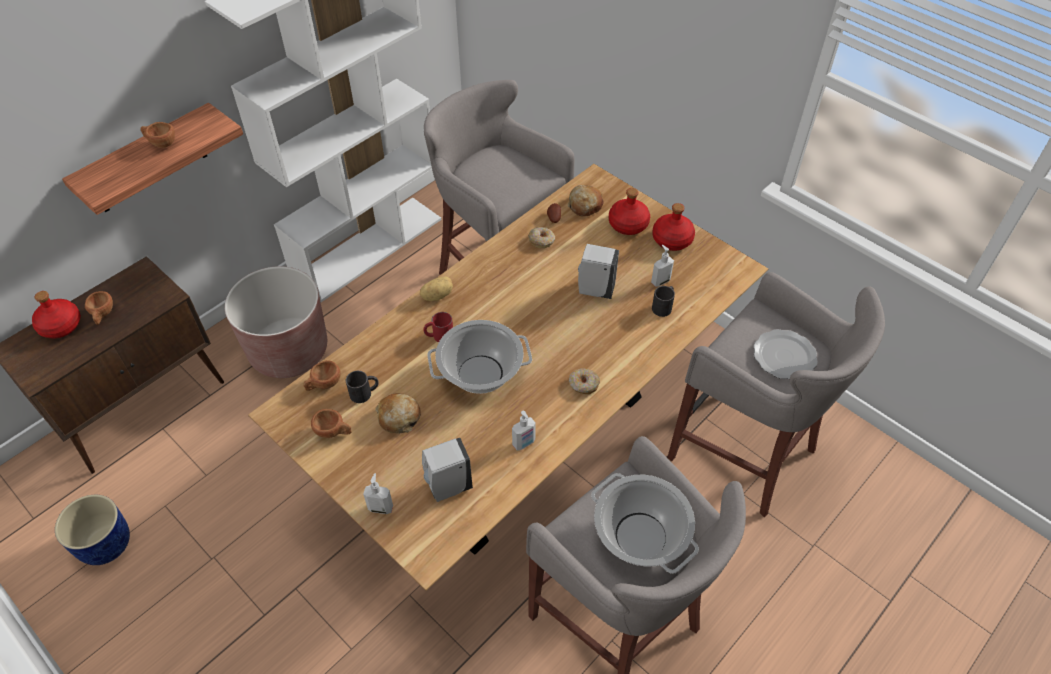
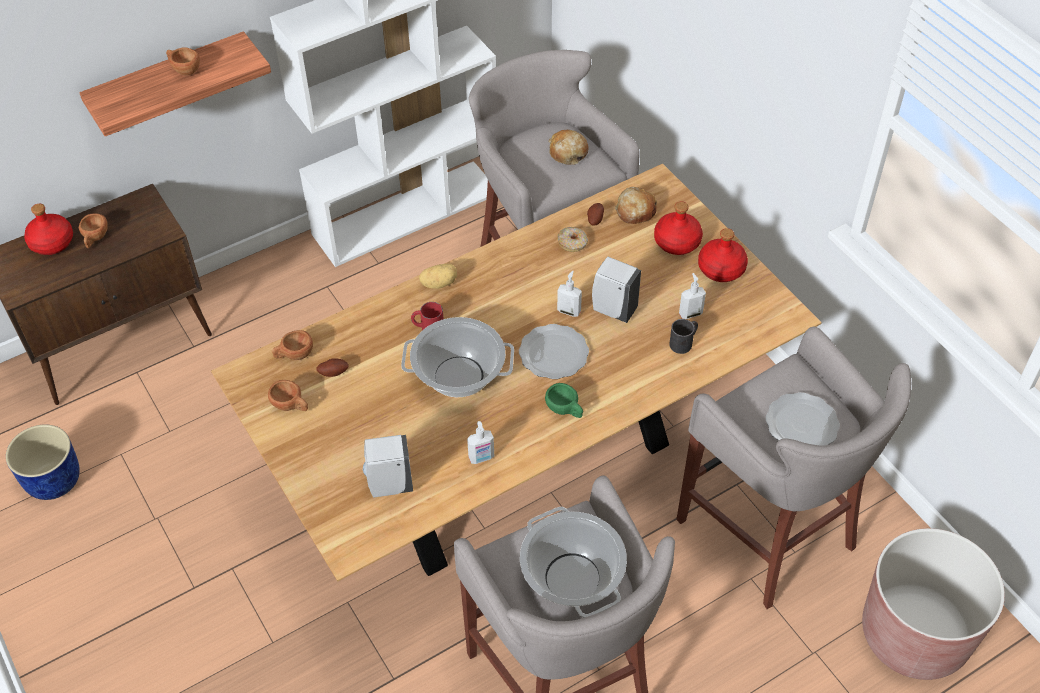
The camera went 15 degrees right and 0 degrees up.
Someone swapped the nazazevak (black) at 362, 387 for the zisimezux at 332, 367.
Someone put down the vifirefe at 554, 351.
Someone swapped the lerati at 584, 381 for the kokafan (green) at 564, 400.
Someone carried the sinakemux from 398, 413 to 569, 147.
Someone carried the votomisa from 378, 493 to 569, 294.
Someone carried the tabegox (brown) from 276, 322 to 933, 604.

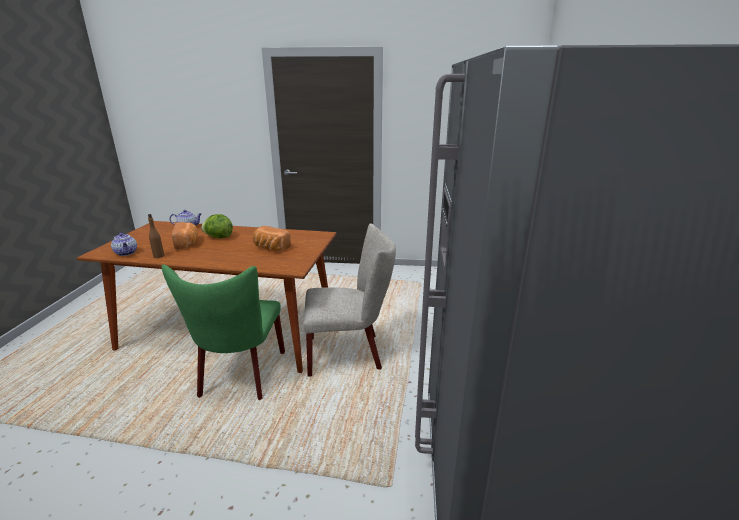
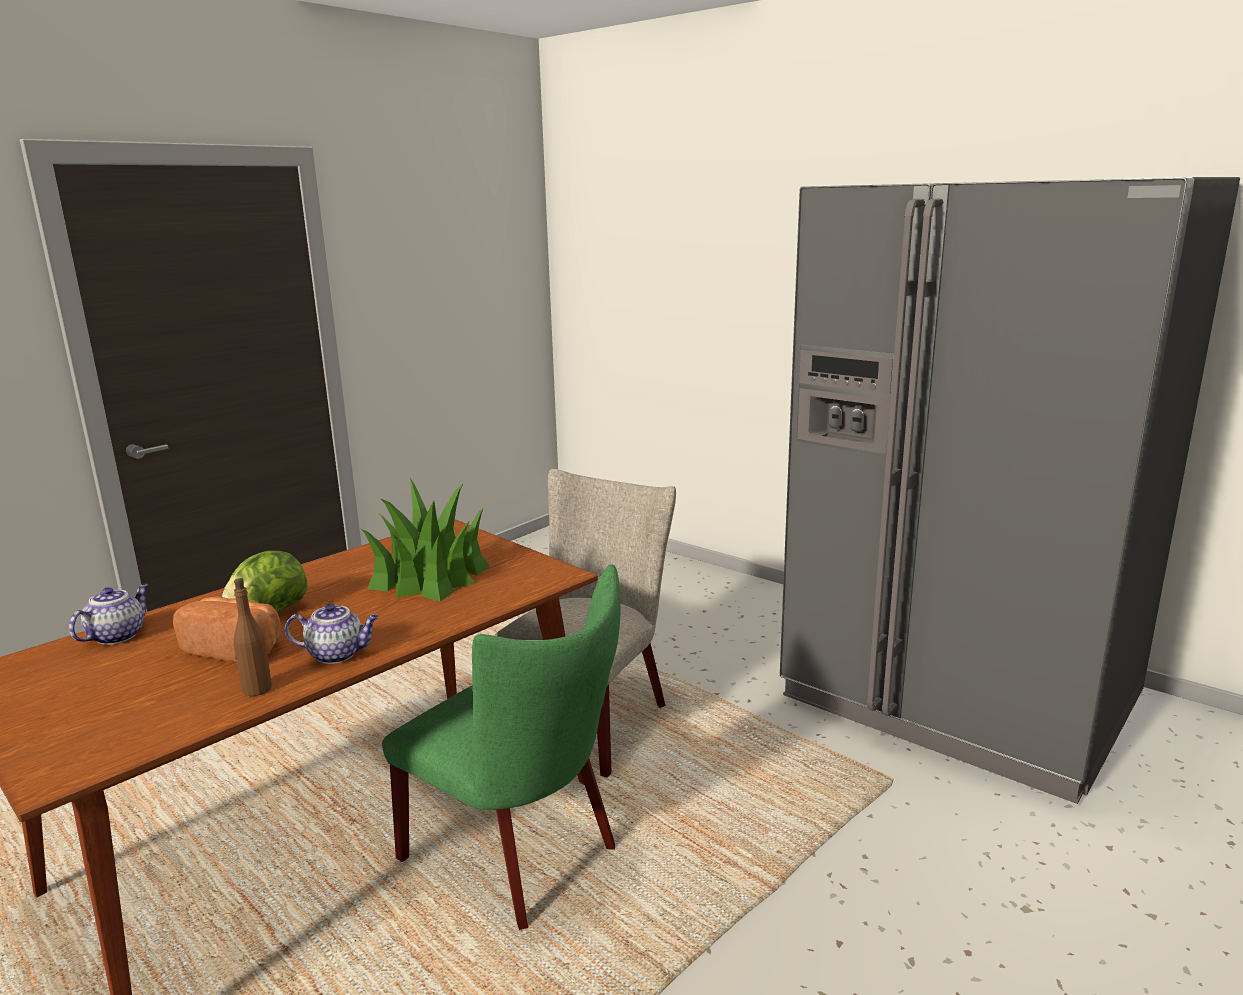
The camera went 55 degrees left and 5 degrees down.
Someone carried the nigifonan from 124, 244 to 332, 633.
Someone swapped the sinakemux at 272, 238 for the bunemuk at 425, 539.

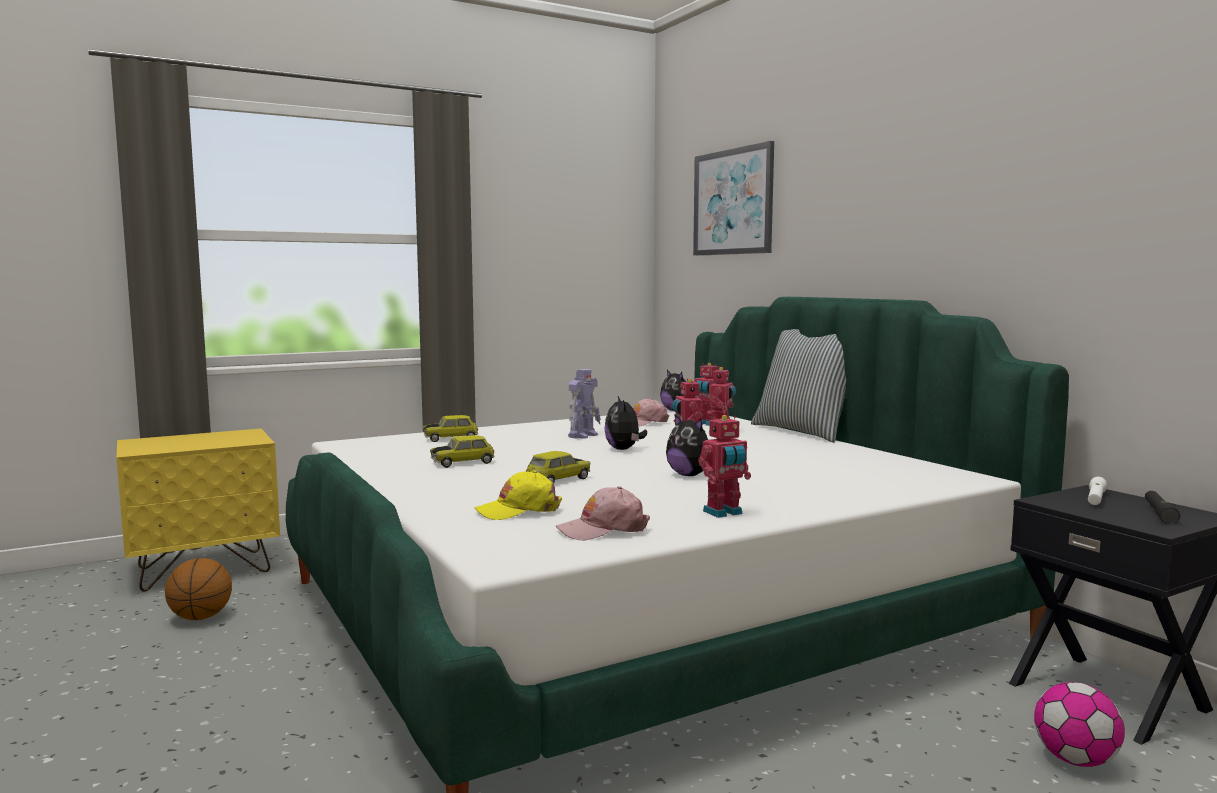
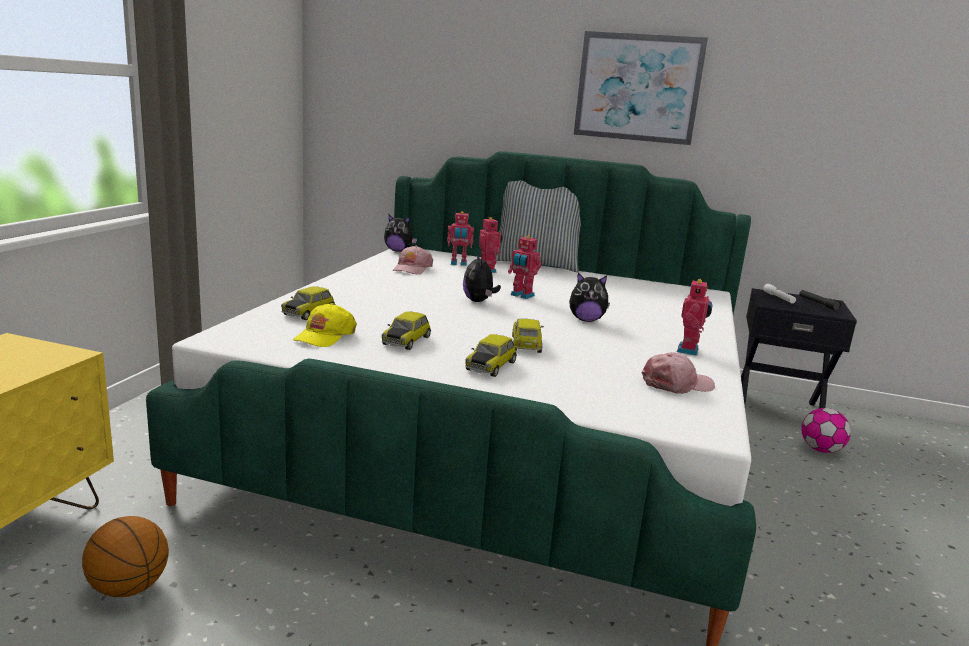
The camera went 45 degrees left and 10 degrees up.
Someone carried the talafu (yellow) from 518, 495 to 325, 325.
Someone rotated the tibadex at 626, 423 by 45 degrees clockwise.
Someone put down the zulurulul at 491, 355.
Someone carried the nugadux from 733, 198 to 641, 88.
Someone rotated the talafu (pink) at 603, 513 by 135 degrees counterclockwise.
Someone took away the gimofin at 584, 404.

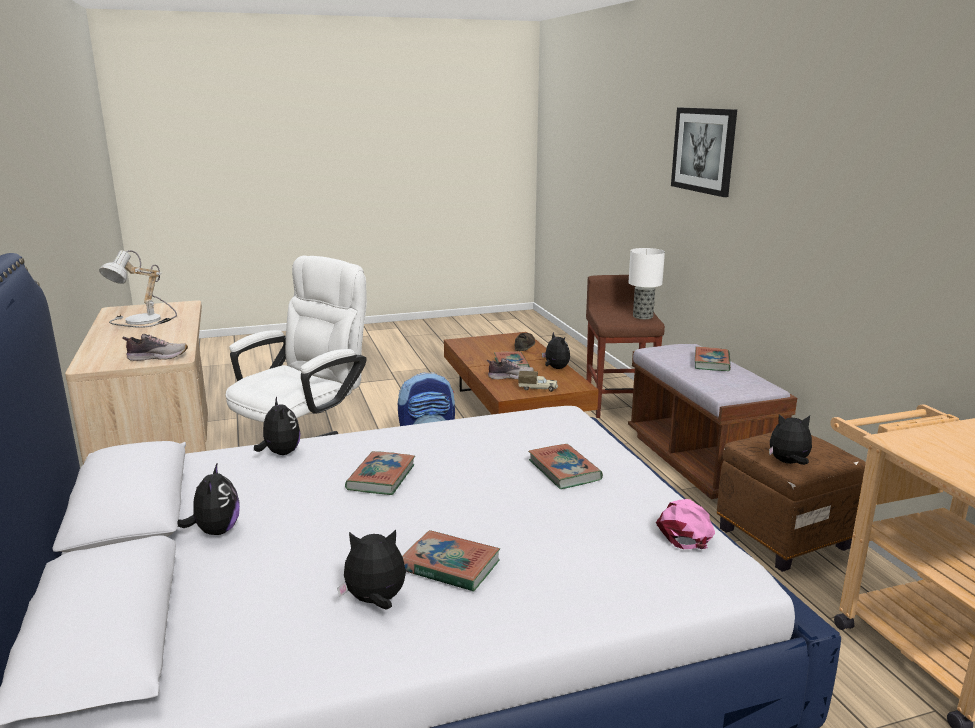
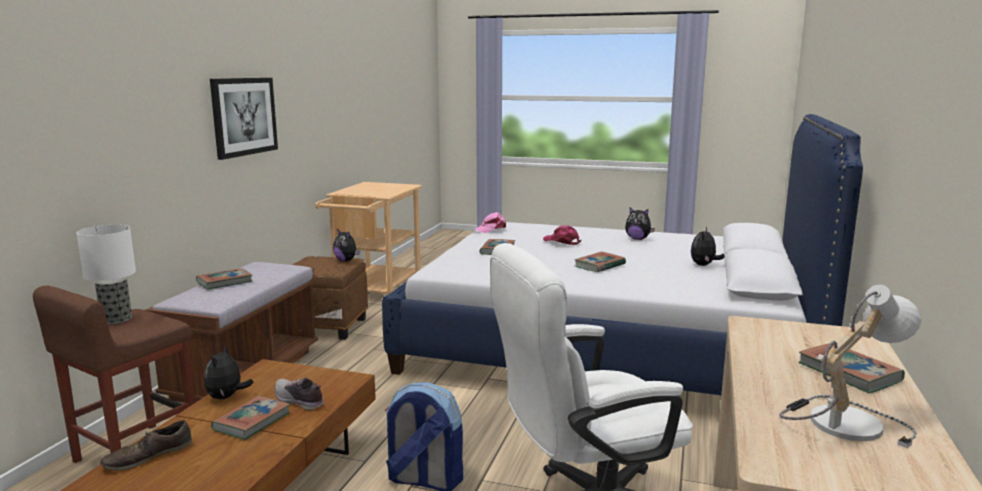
The camera went 145 degrees left and 5 degrees down.
Someone carried the nugadux from 704, 152 to 244, 119.
Someone put down the talafu (pink) at 562, 235.
Someone carried the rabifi from 451, 561 to 852, 368.
Someone took away the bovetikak at 155, 347.
Someone took away the tibadex at 277, 426.
Someone took away the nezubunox at 538, 381.

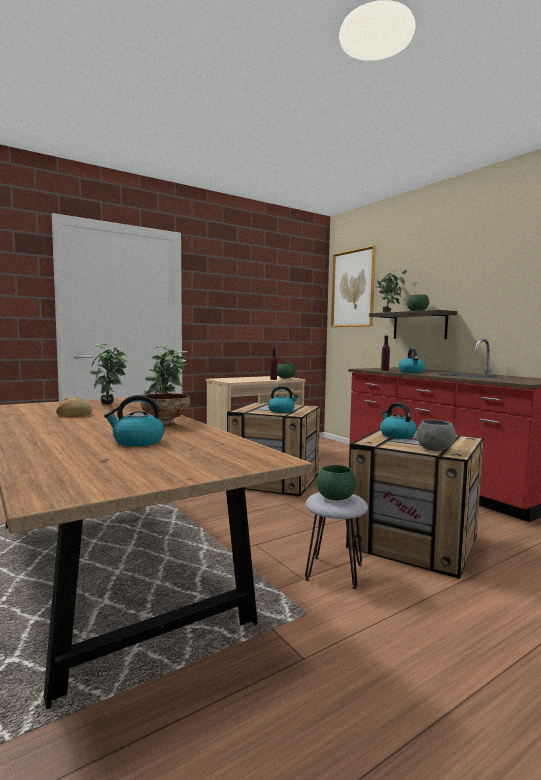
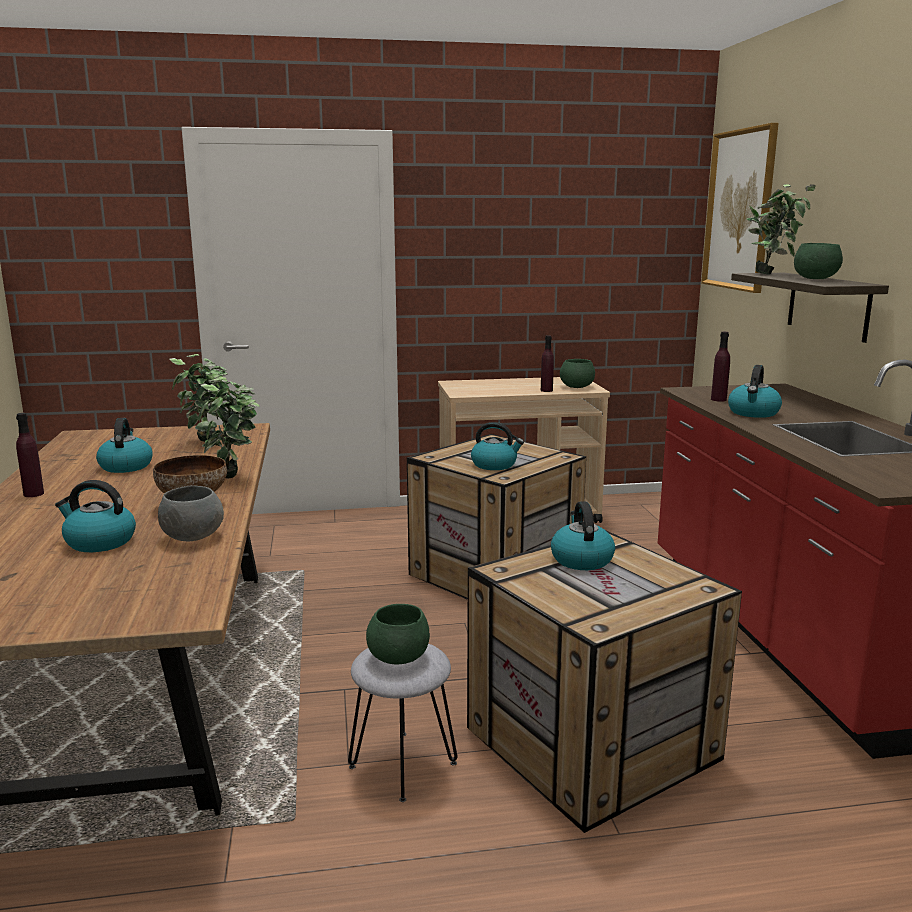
The camera went 25 degrees right and 10 degrees up.
Someone put down the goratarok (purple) at 30, 455.
Someone swapped the sinakemux at 74, 406 for the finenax at 124, 445.
Someone carried the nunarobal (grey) from 436, 435 to 191, 513.

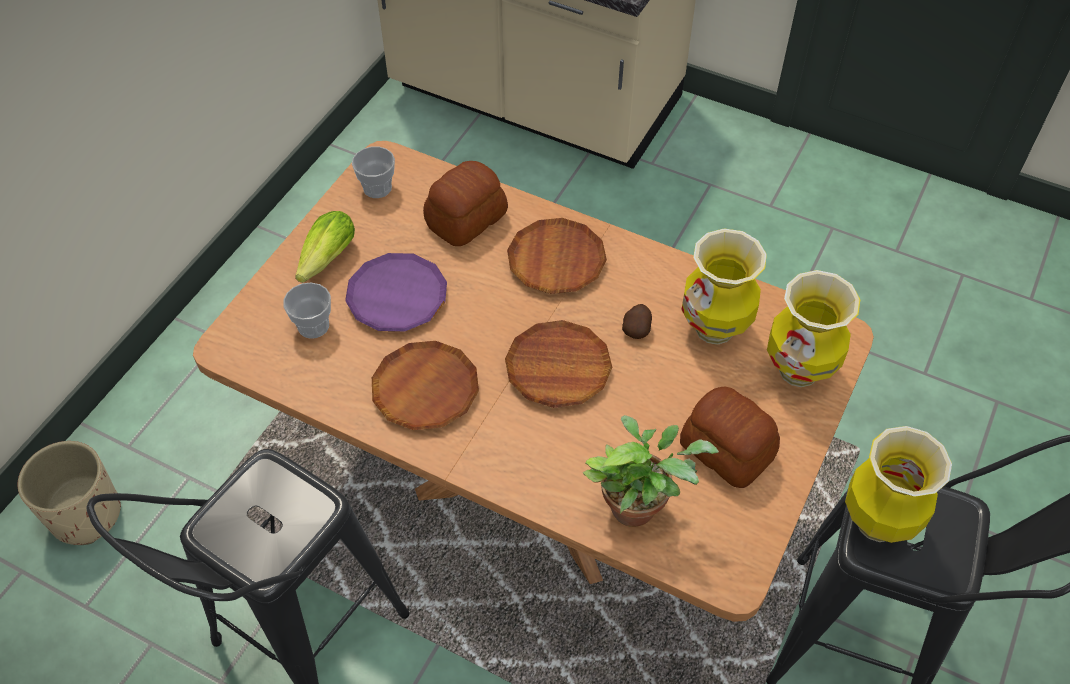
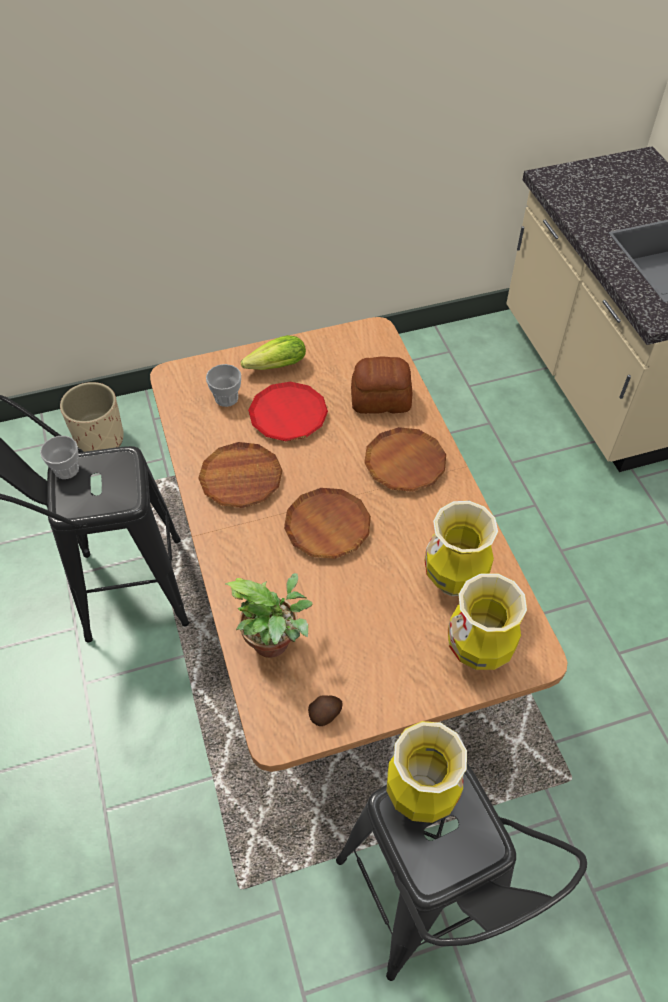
The camera went 45 degrees right and 0 degrees up.
Someone carried the kokafan from 373, 172 to 59, 457.
Someone repainted the vifirefe (purple) at 396, 292, which became the vifirefe (red) at 288, 411.
Someone carried the zisimezux from 637, 321 to 325, 710.
Someone took away the sinakemux at 730, 437.

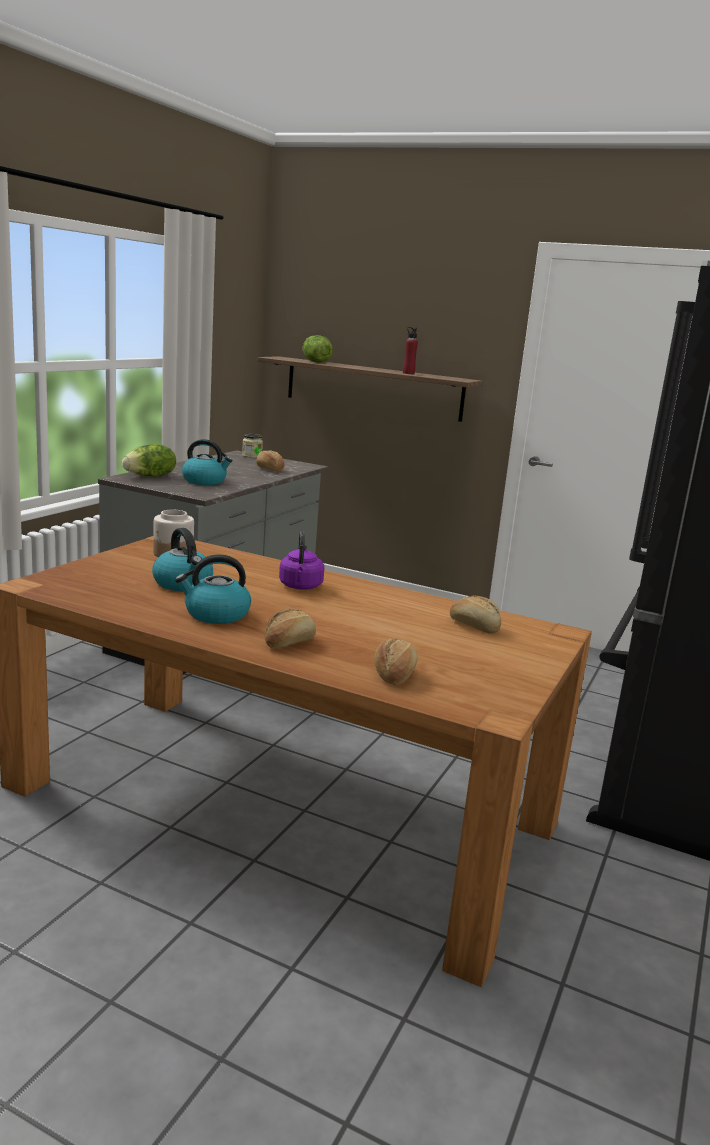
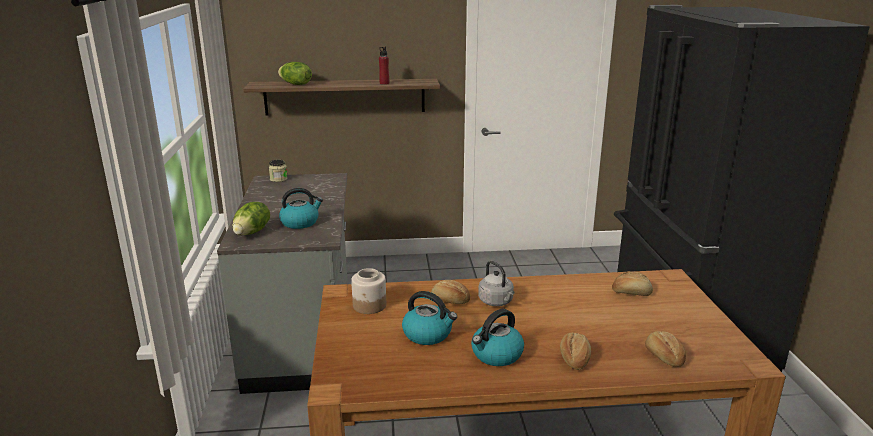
The camera went 30 degrees left and 5 degrees up.
Someone carried the sinakemux from 270, 461 to 450, 292.
Someone repainted the finenax (purple) at 302, 560, which became the finenax (grey) at 496, 283.

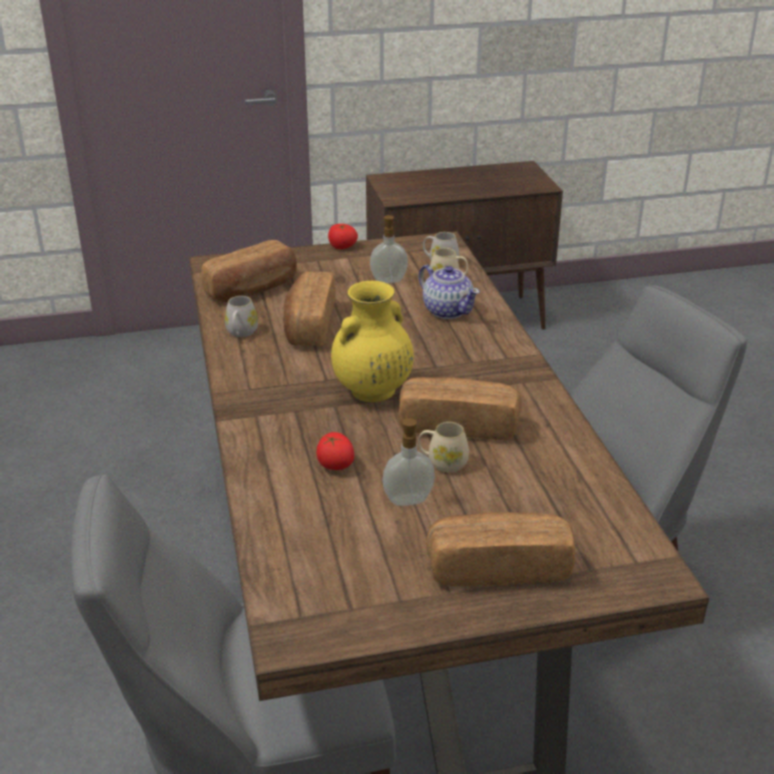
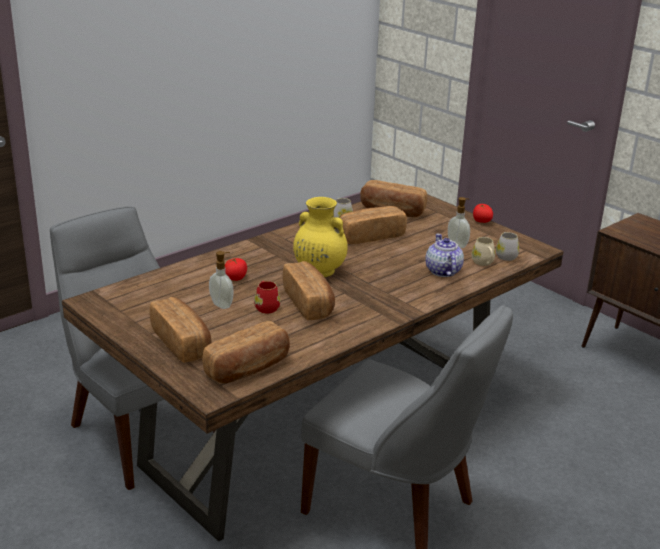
The camera went 60 degrees right and 5 degrees down.
Someone put down the sinakemux at 246, 352.
Someone repainted the nazazevak (beige) at 443, 447, which became the nazazevak (red) at 267, 297.
Someone rotated the nigifonan at 449, 292 by 150 degrees clockwise.

